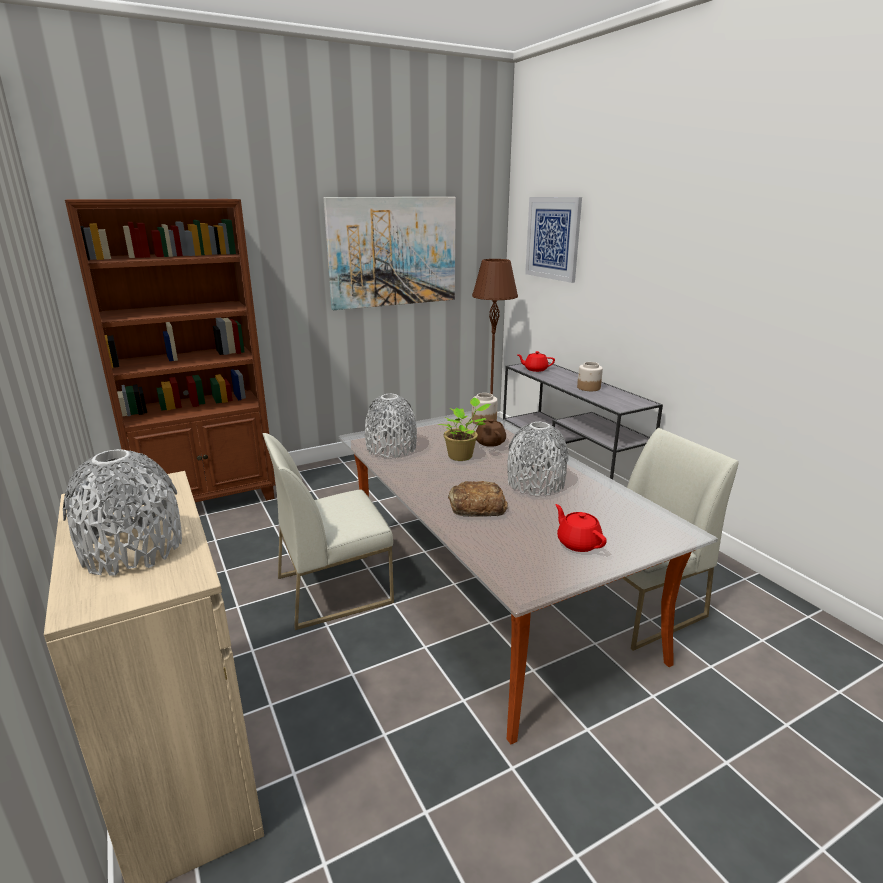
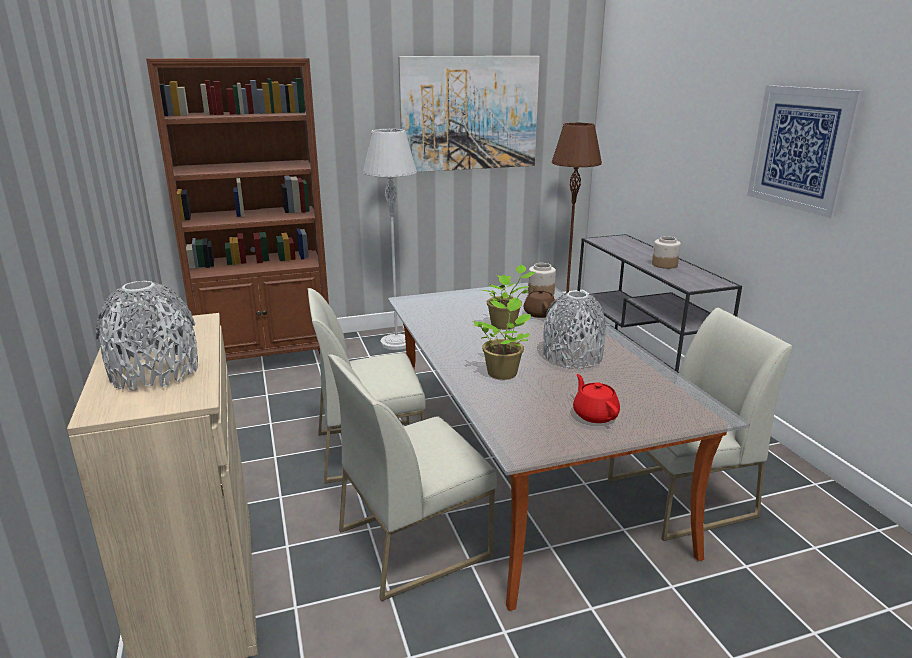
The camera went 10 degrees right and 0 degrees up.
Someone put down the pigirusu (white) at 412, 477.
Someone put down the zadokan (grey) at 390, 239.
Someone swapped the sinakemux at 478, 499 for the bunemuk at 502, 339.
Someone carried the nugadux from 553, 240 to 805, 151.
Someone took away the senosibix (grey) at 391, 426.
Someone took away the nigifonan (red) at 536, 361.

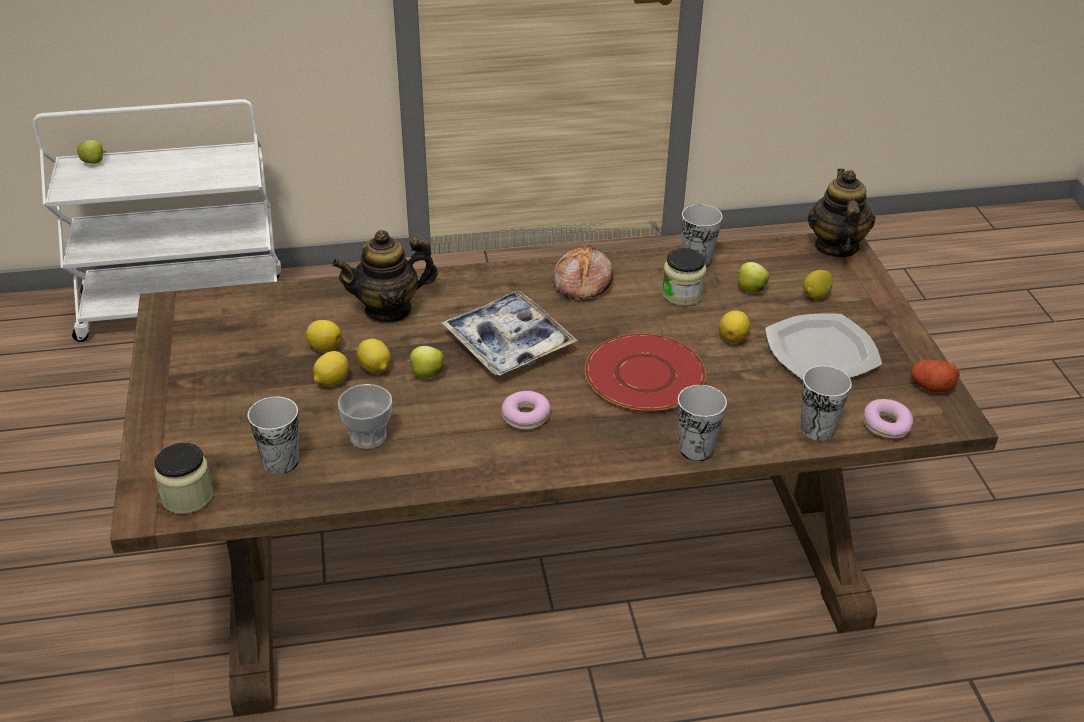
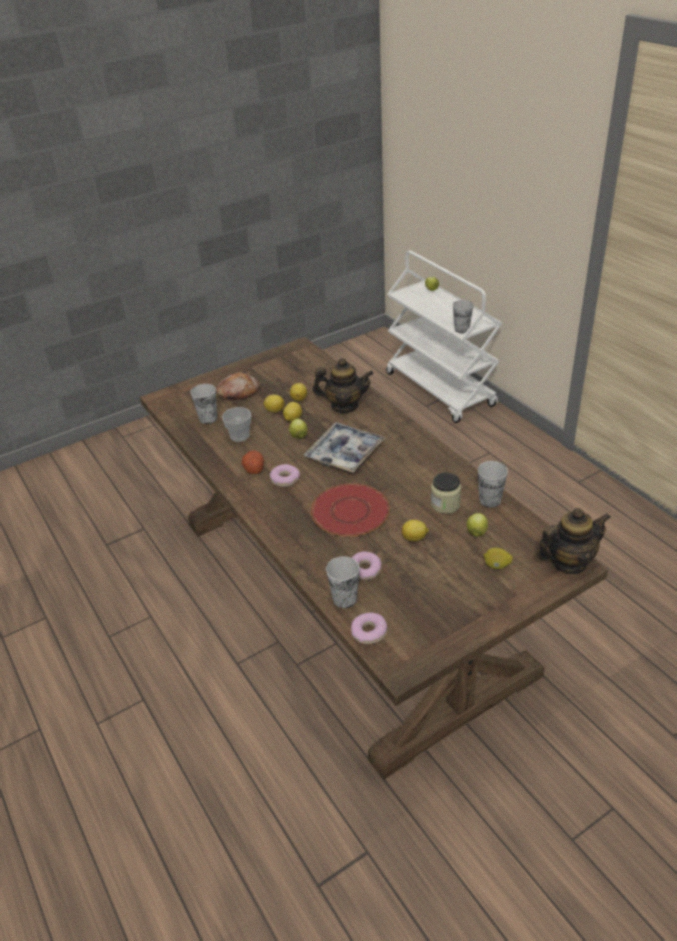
The camera went 70 degrees right and 0 degrees up.
Someone carried the sinakemux from 583, 271 to 238, 386.
Someone carried the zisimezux from 935, 376 to 252, 462.
Someone rotated the nigifonan at 385, 277 by 135 degrees clockwise.
Someone put down the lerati at 367, 565.
Someone carried the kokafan from 702, 423 to 463, 316.
Someone took away the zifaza at 183, 478.
Someone took away the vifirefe at 823, 347.

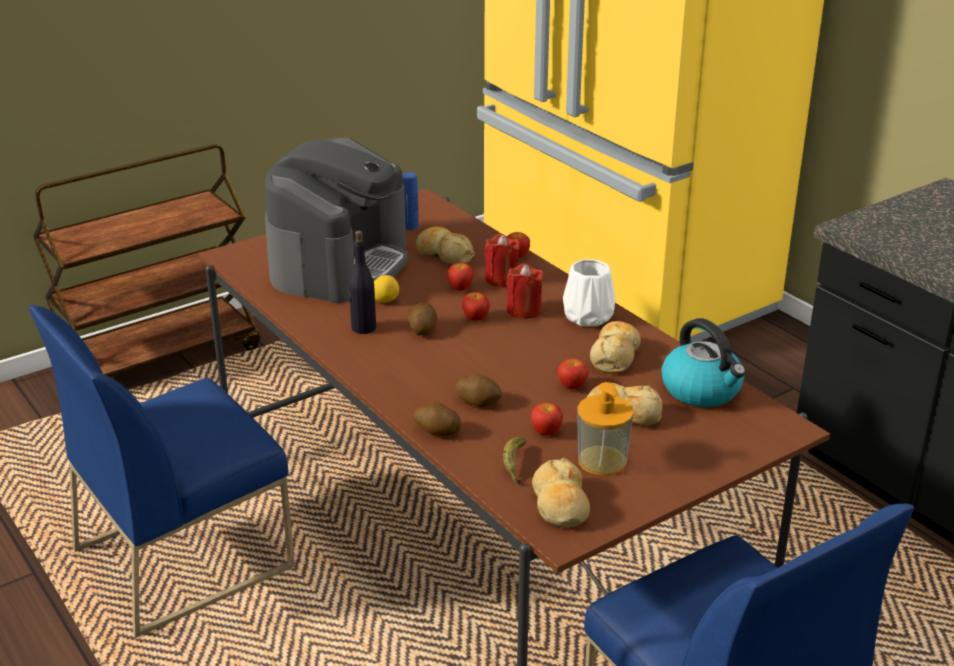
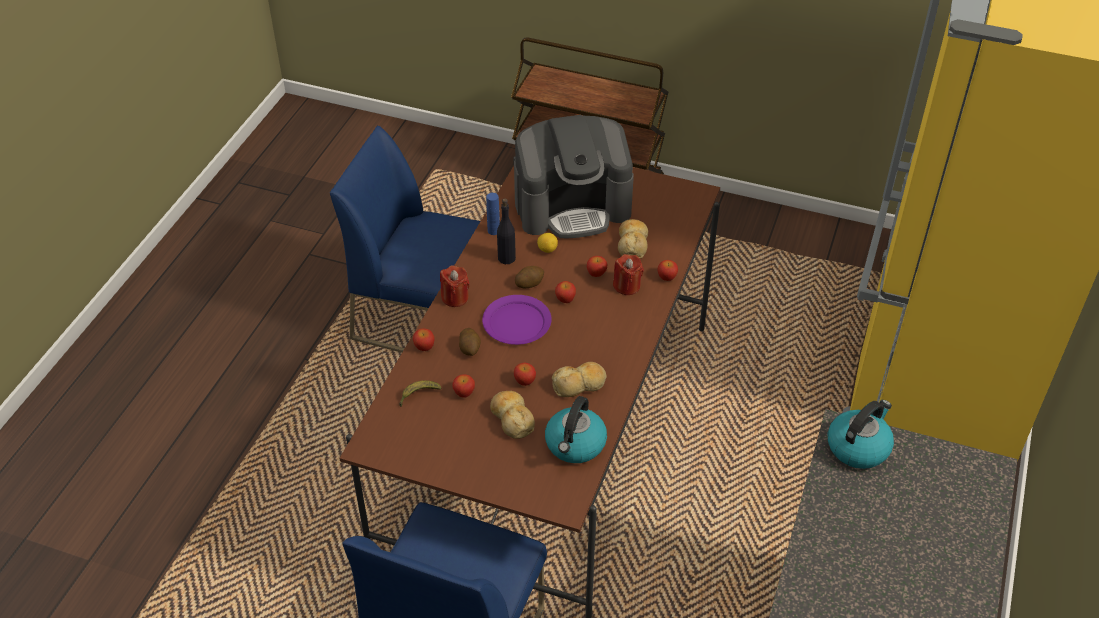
The camera went 55 degrees right and 15 degrees up.
Someone swapped the zisimezux at 437, 420 for the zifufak at 424, 339.
Someone carried the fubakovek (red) from 524, 291 to 455, 286.
Someone put down the vifirefe (purple) at 517, 320.
Someone carried the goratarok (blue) from 410, 201 to 493, 214.
Someone put down the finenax at 861, 434.
Someone took away the sinakemux at 561, 492.
Someone took away the senosibix (white) at 589, 293.
Someone took away the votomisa at 605, 428.

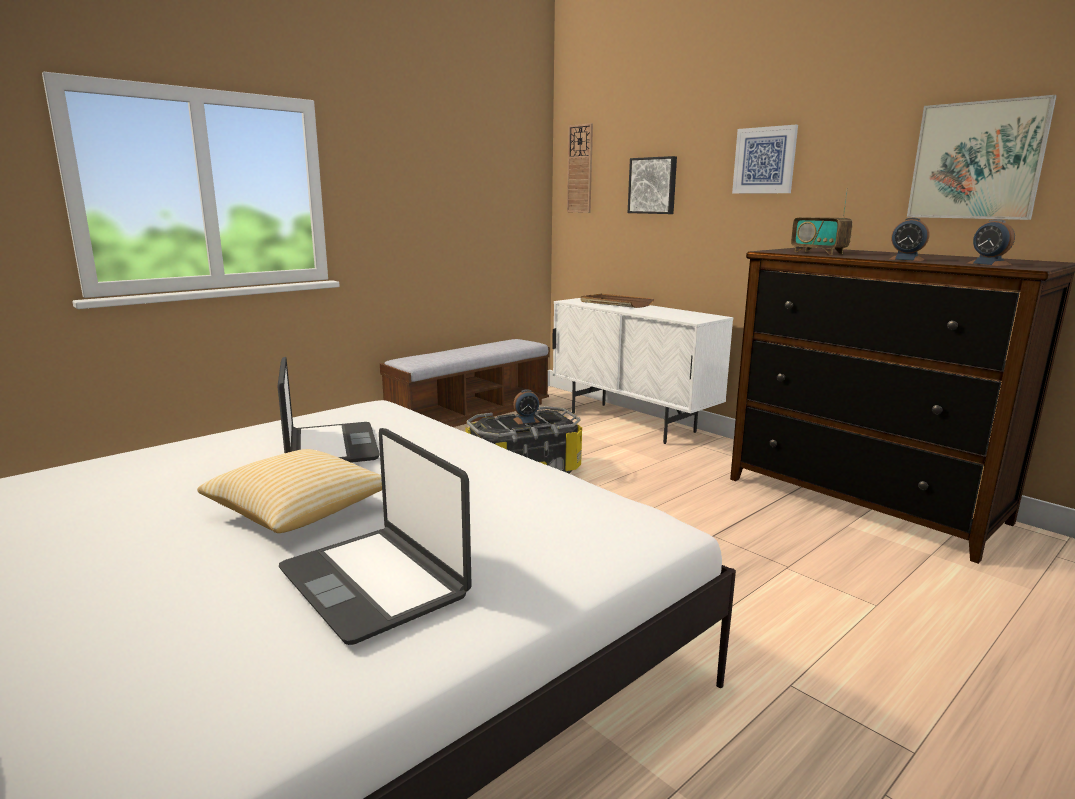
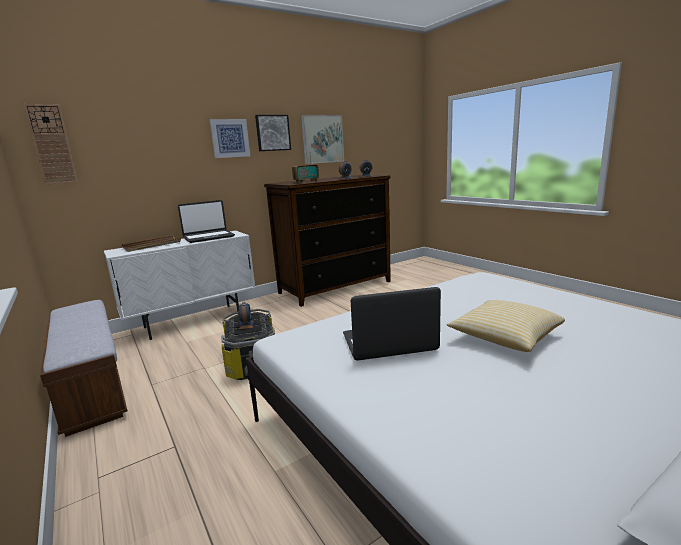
The camera went 80 degrees left and 0 degrees up.
Someone carried the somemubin from 375, 536 to 206, 221.
Someone carried the nugadux from 652, 185 to 273, 133.

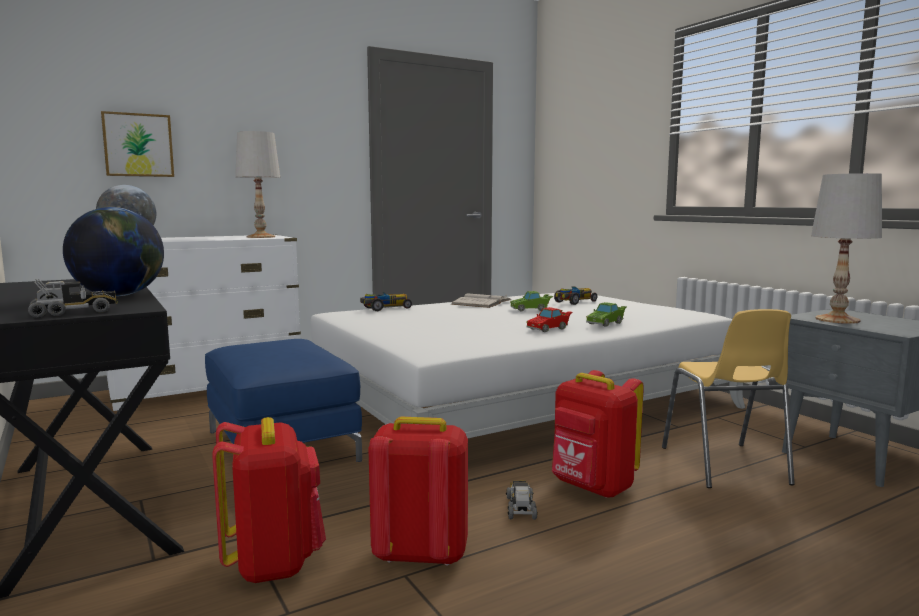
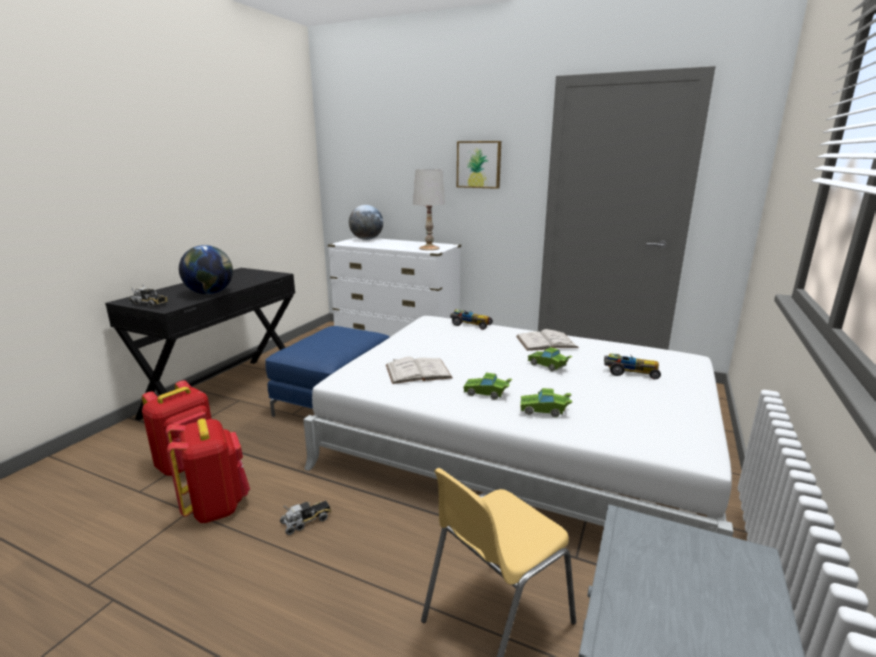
The camera went 55 degrees right and 10 degrees up.
Someone put down the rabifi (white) at 419, 370.
Someone carried the nugadux from 137, 144 to 479, 165.
Someone repainted the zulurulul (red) at 549, 319, which became the zulurulul (green) at 487, 386.
Someone took away the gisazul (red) at 598, 434.
Someone took away the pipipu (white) at 846, 248.

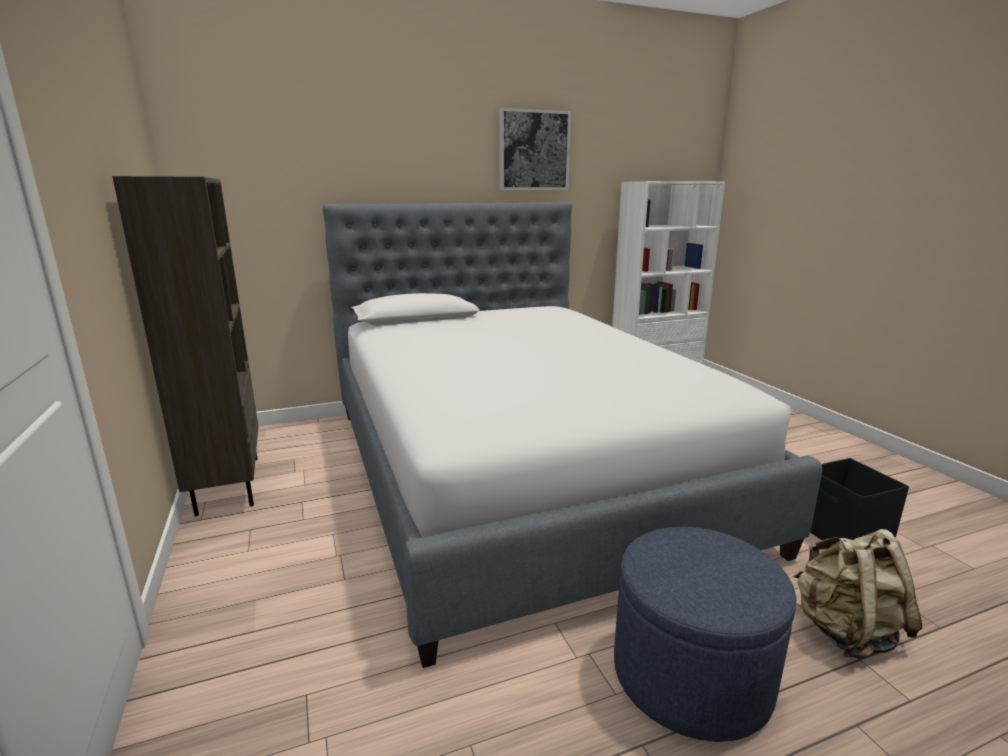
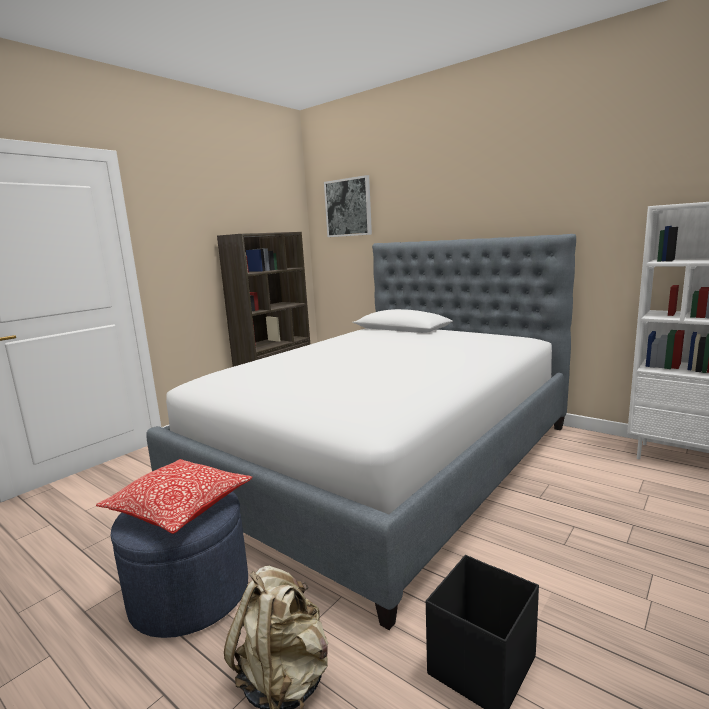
The camera went 60 degrees right and 5 degrees down.
Someone put down the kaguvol at 174, 496.
Someone carried the nugadux from 535, 149 to 348, 206.

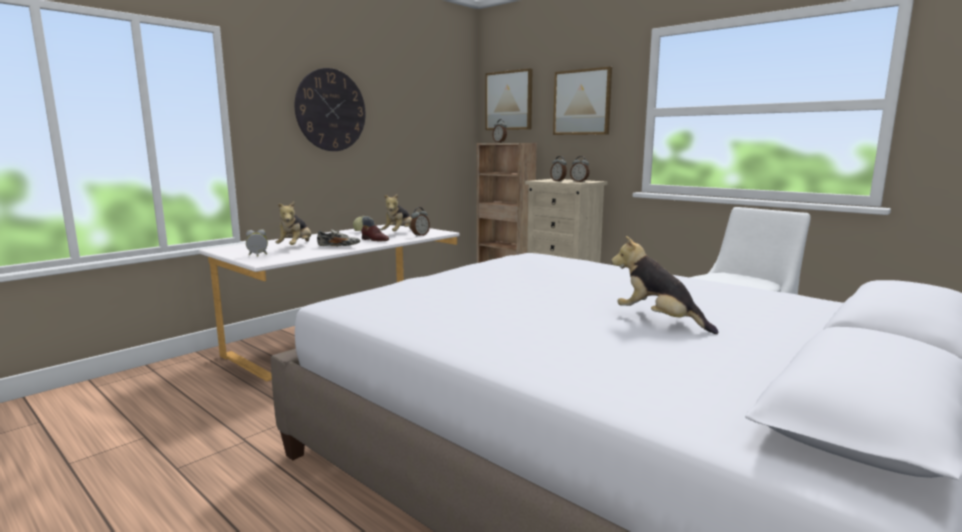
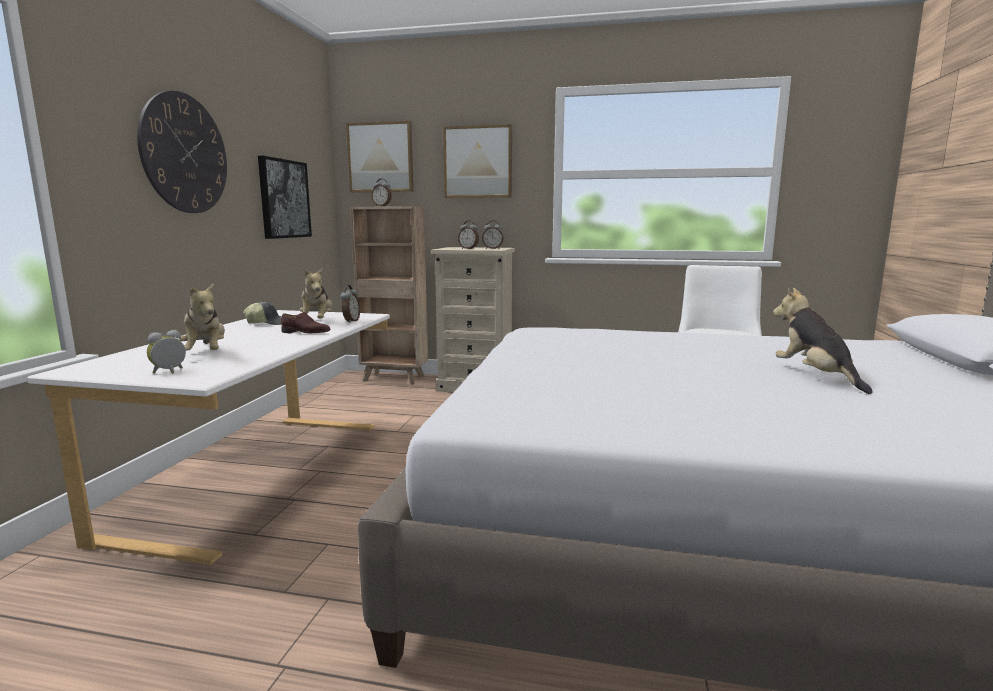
The camera went 30 degrees left and 0 degrees up.
Someone put up the nugadux at 285, 197.
Someone rotated the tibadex at 664, 285 by 60 degrees clockwise.
Someone took away the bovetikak at 338, 238.

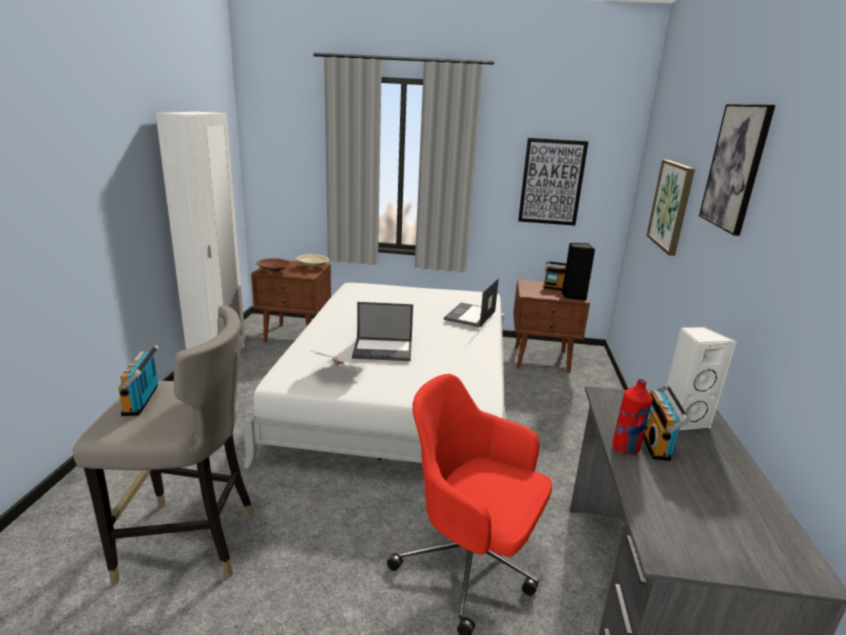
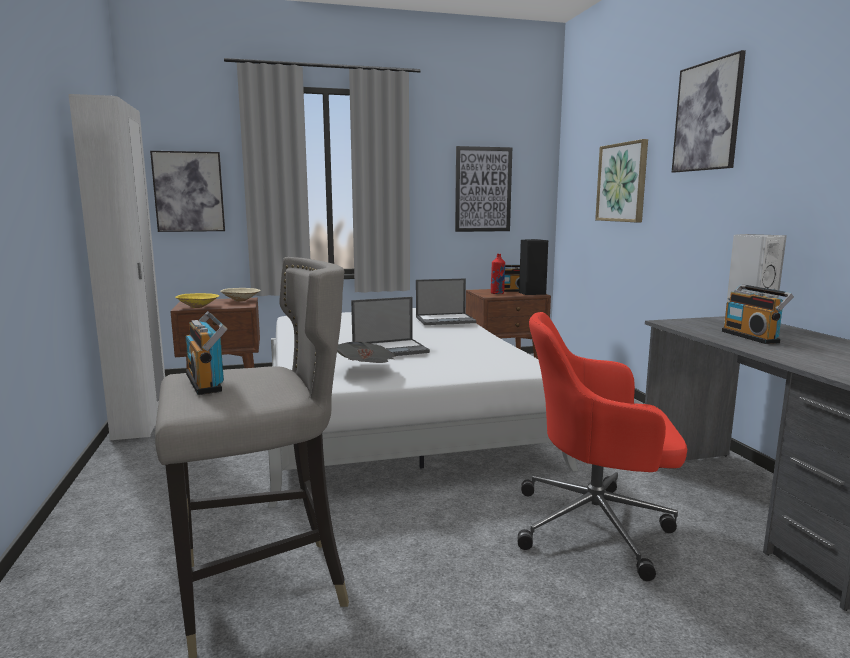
The camera went 20 degrees left and 10 degrees down.
Someone put up the nugadux at 187, 191.
Someone repainted the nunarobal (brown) at 273, 265, which became the nunarobal (yellow) at 197, 300.
Someone rotated the somemubin at 471, 302 by 105 degrees counterclockwise.
Someone carried the goratarok (red) from 632, 417 to 498, 274.

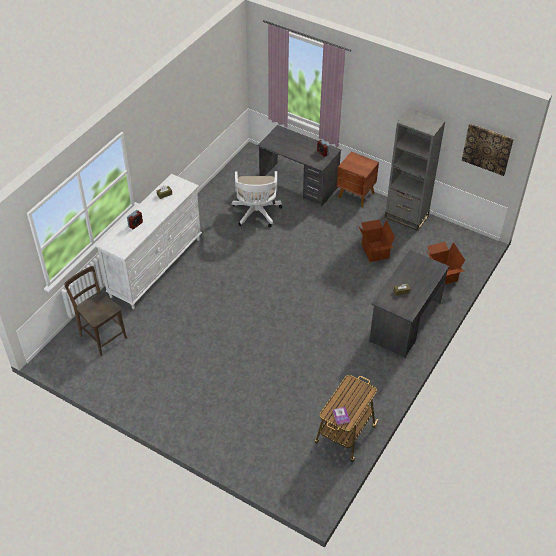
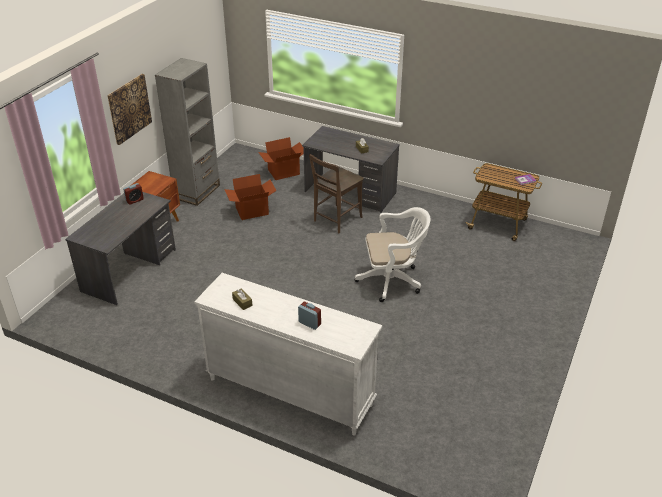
The camera went 95 degrees left and 10 degrees down.
Someone carried the nugadux from 488, 149 to 129, 109.
Someone carried the pigirusu (brown) from 95, 311 to 336, 193.
Someone carried the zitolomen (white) from 257, 199 to 392, 254.

